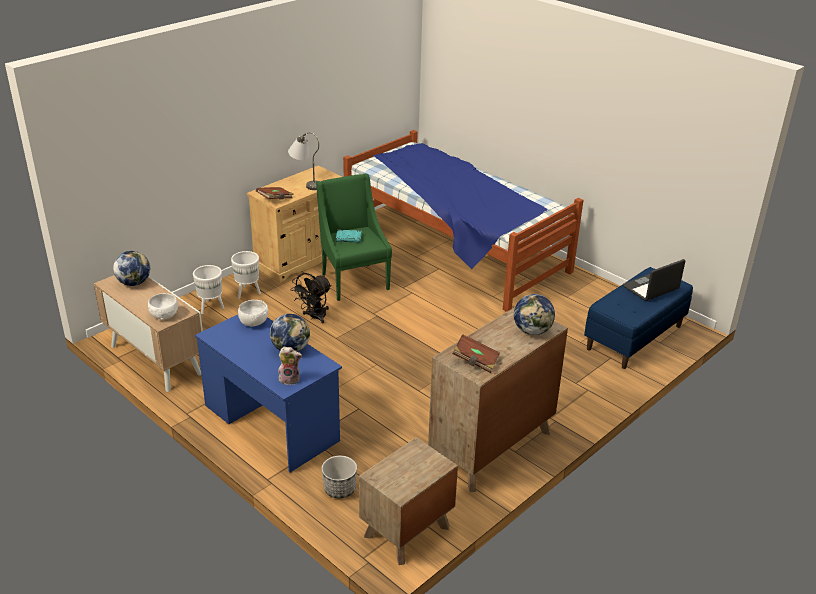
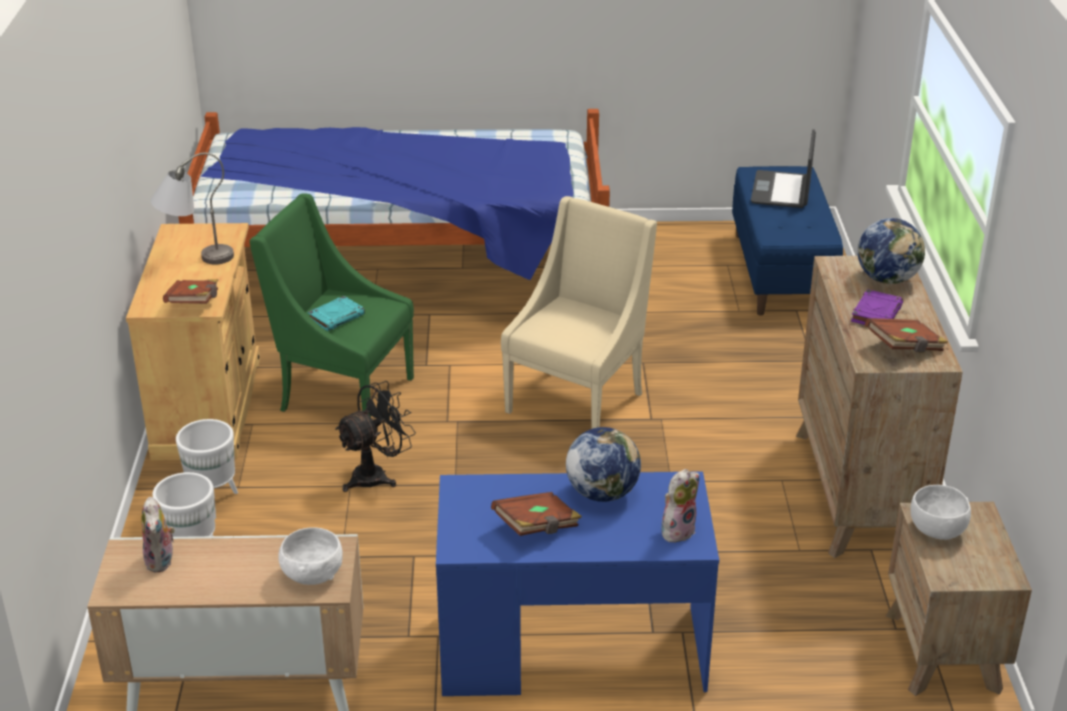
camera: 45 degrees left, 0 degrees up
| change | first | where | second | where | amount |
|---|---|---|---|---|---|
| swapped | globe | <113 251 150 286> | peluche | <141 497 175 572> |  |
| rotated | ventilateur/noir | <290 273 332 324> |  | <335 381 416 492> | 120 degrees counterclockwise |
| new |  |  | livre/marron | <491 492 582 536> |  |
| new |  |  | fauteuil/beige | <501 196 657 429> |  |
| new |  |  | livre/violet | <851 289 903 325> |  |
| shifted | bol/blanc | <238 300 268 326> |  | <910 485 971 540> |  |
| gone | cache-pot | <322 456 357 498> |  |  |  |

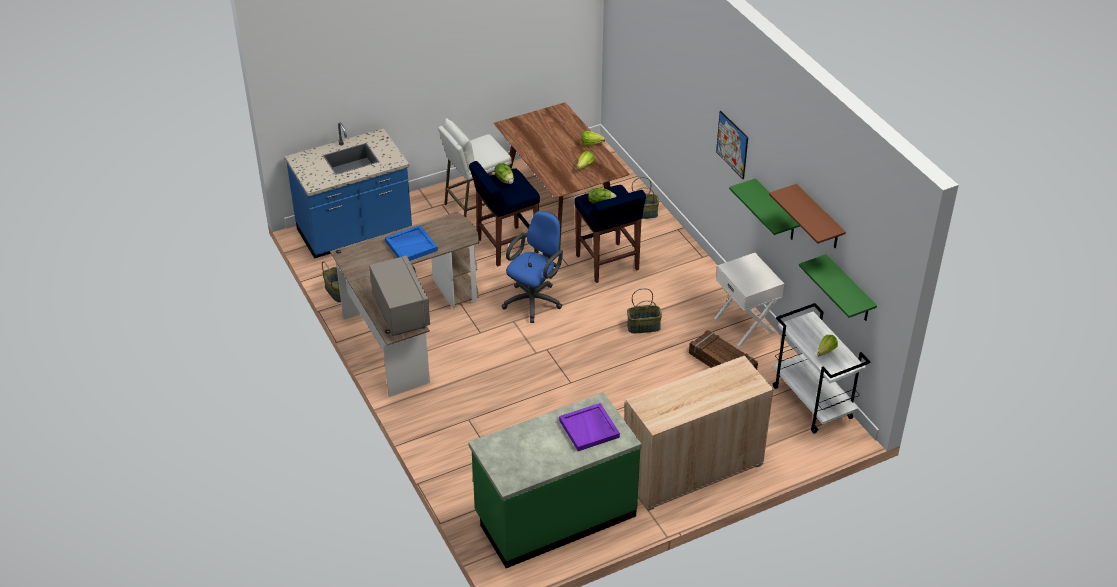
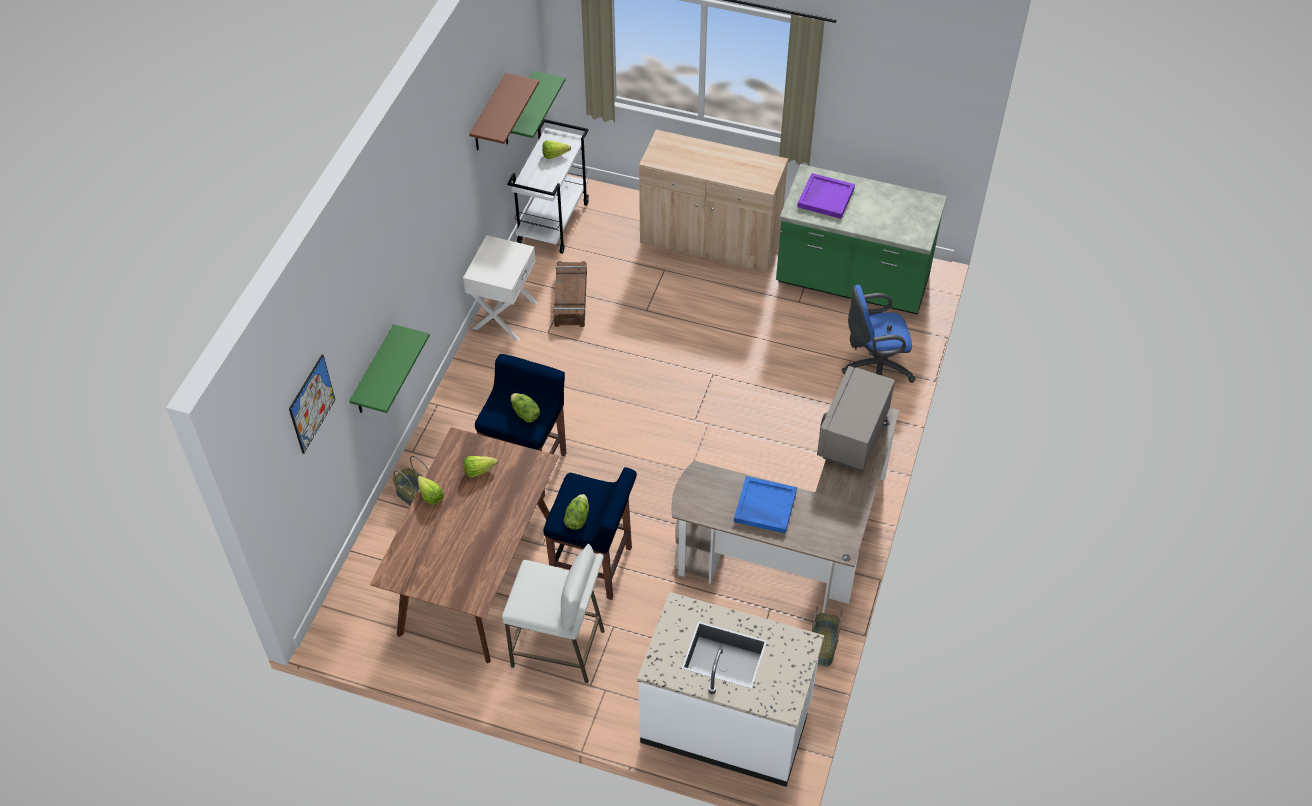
camera: 135 degrees left, 10 degrees up
| change | first | where | second | where | amount |
|---|---|---|---|---|---|
| shifted | tableau | <716 111 748 179> |  | <289 354 335 454> |  |
| shifted | étagère/vert | <729 178 800 240> |  | <349 324 430 413> |  |
| repainted | comptoir de cuisine/bleu | <285 123 412 259> | comptoir de cuisine/blanc | <637 592 824 787> |  |
| shifted | chaise de bureau/bleu | <501 211 563 323> |  | <842 285 916 383> |  |
| gone | panier | <627 288 662 333> |  |  |  |

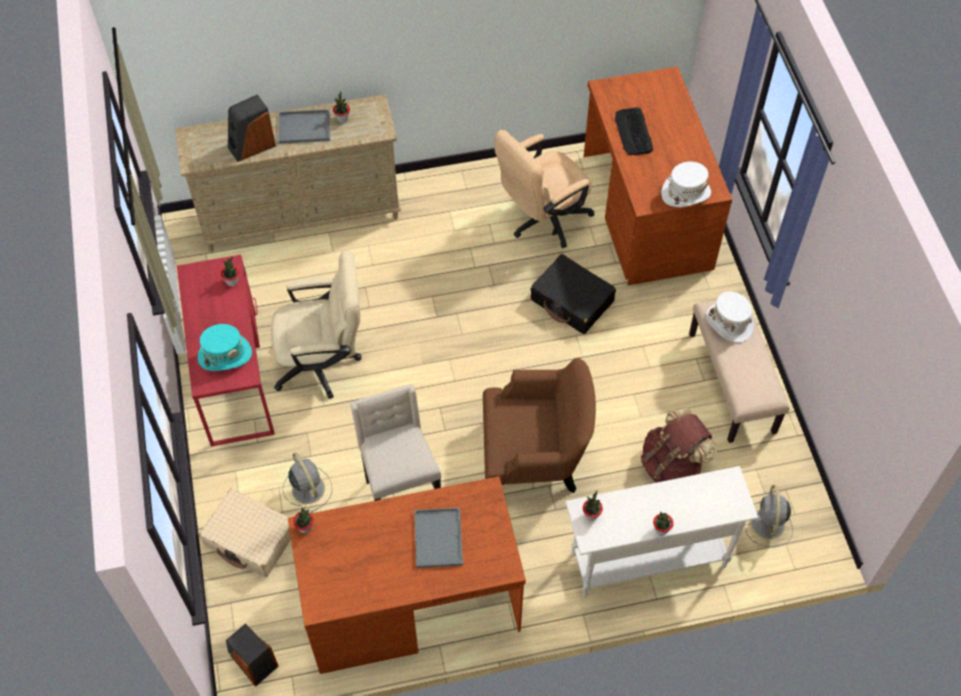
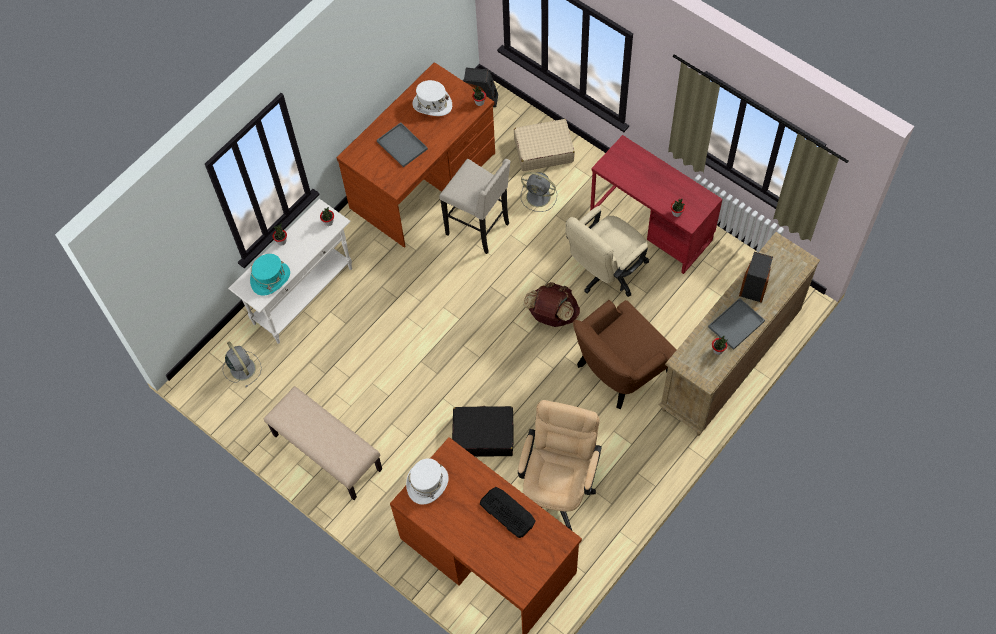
camera: 145 degrees right, 5 degrees up
| change | first | where | second | where | amount |
|---|---|---|---|---|---|
| shifted | chapeau/turquoise | <198 324 252 371> |  | <250 254 290 296> |  |
| shifted | chapeau/blanc | <706 292 754 343> |  | <412 80 452 116> |  |
| shifted | sac à dos/marron | <641 408 718 483> |  | <523 282 580 327> |  |
| shifted | fauteuil/marron | <483 358 596 493> |  | <573 300 676 409> |  |

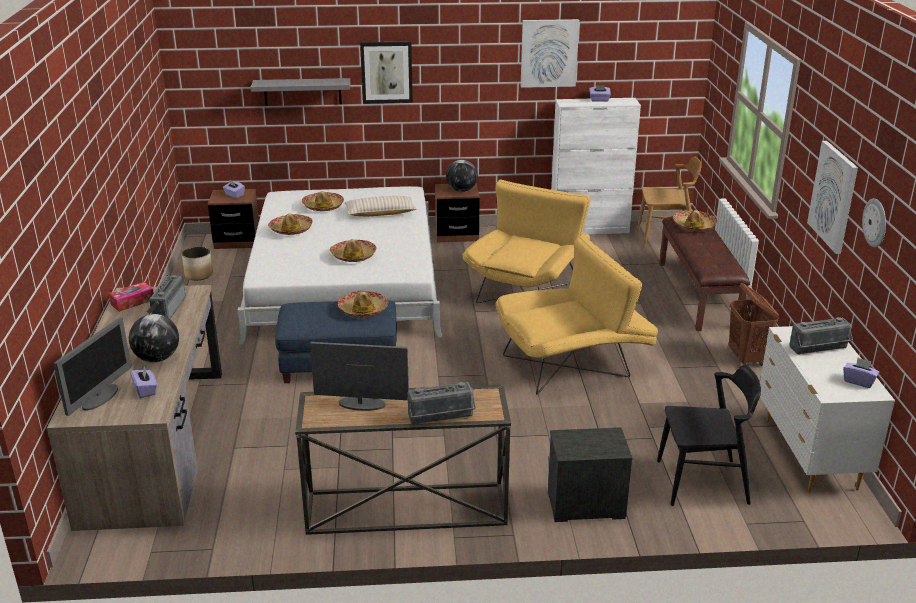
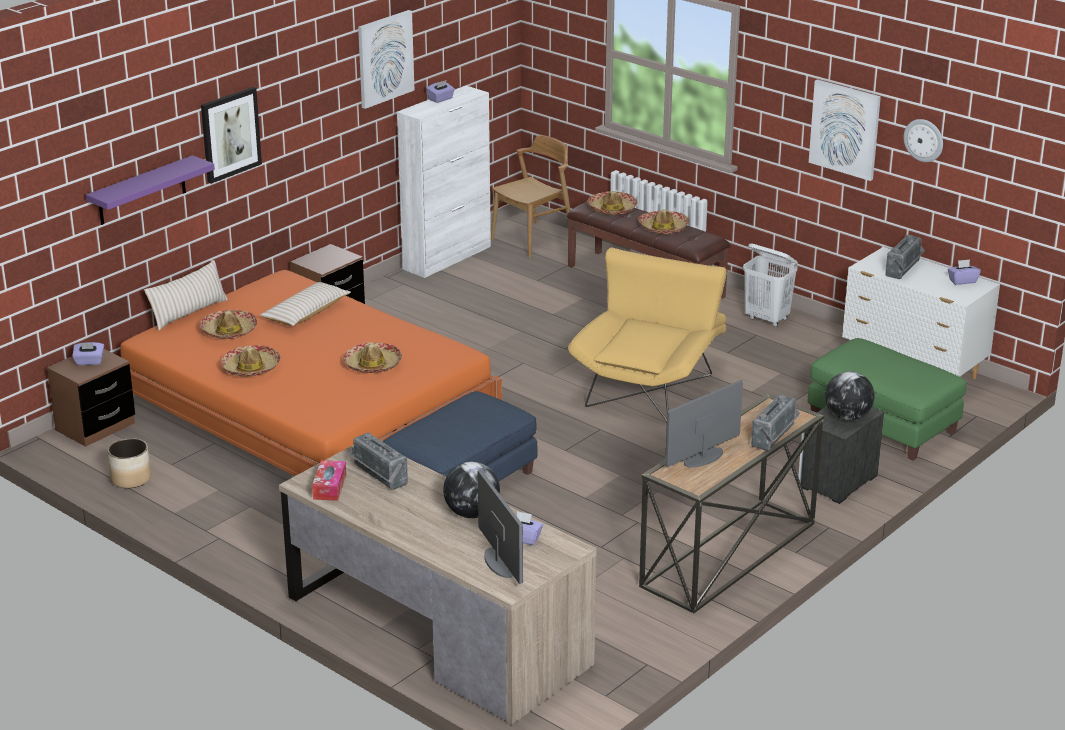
camera: 45 degrees left, 0 degrees up
| change | first | where | second | where | amount |
|---|---|---|---|---|---|
| repainted | étagère/gris | <251 78 350 106> | étagère/violet | <86 155 215 225> |  |
| repainted | lit/blanc | <237 186 442 345> | lit/orange | <120 270 502 476> |  |
| new |  |  | coussin/beige | <144 260 228 331> |  |
| shifted | chapeau | <338 291 389 317> |  | <638 209 690 234> |  |
| repainted | panier à linge/marron | <729 283 779 366> | panier à linge/blanc | <743 243 798 327> |  |
| swapped | chaise/noir | <657 365 761 506> | pouf/vert | <808 338 966 460> |  |
| shifted | globe | <446 160 478 192> |  | <825 371 875 420> |  |
| gone | fauteuil/jaune | <462 180 590 303> |  |  |  |

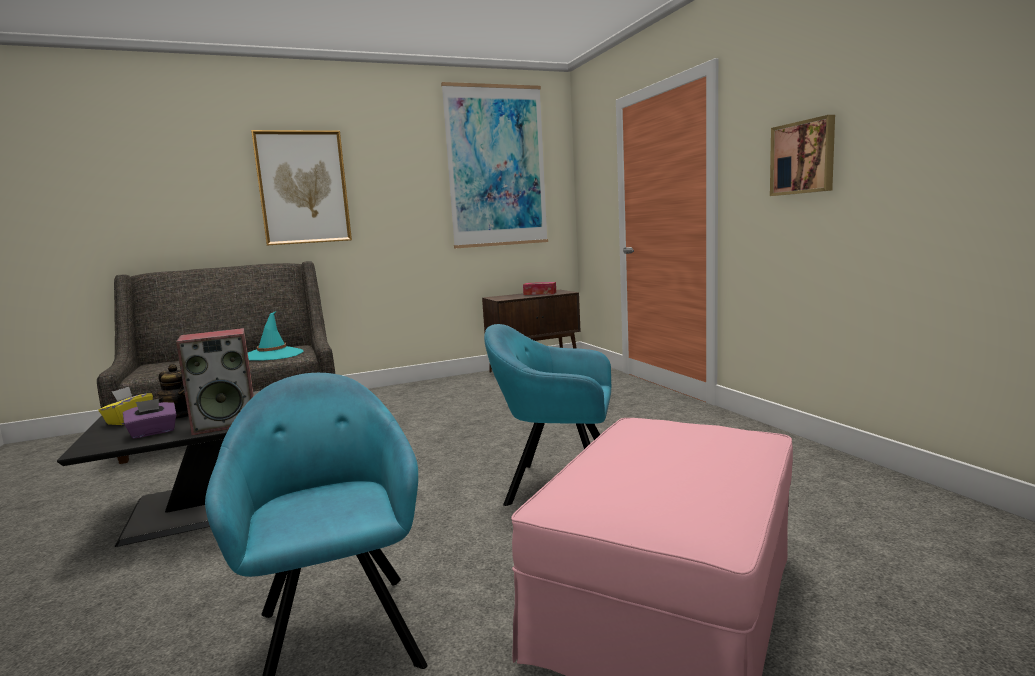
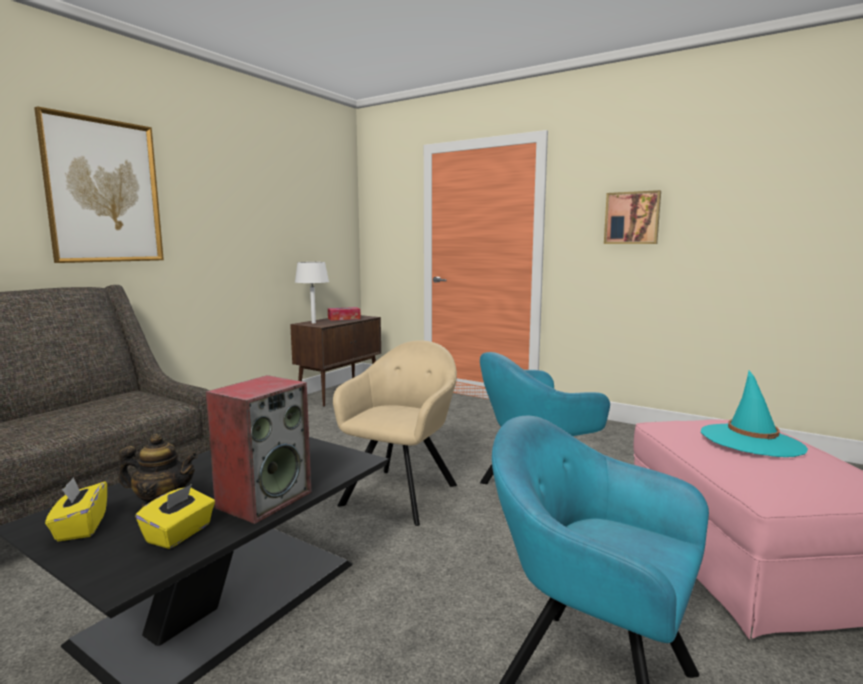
camera: 35 degrees left, 0 degrees up
| change | first | where | second | where | amount |
|---|---|---|---|---|---|
| repainted | boîte à mouchoirs/violet | <123 399 177 439> | boîte à mouchoirs/jaune | <135 484 215 549> |  |
| new |  |  | lampe de table/blanc | <295 262 329 323> |  |
| new |  |  | fauteuil/beige | <333 340 457 526> |  |
| shifted | chapeau/turquoise | <248 311 303 361> |  | <701 371 808 457> |  |
| gone | tableau | <441 82 548 248> |  |  |  |

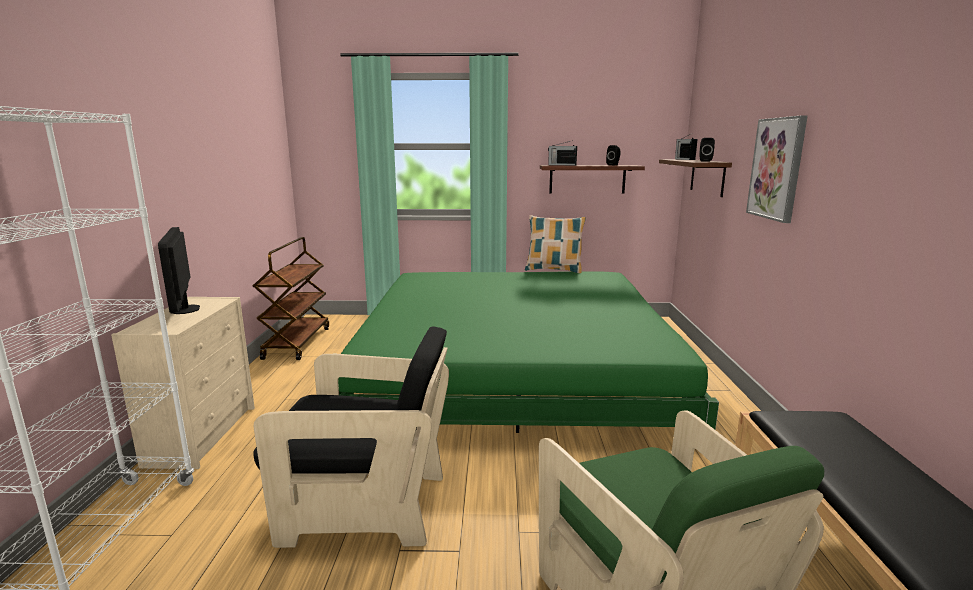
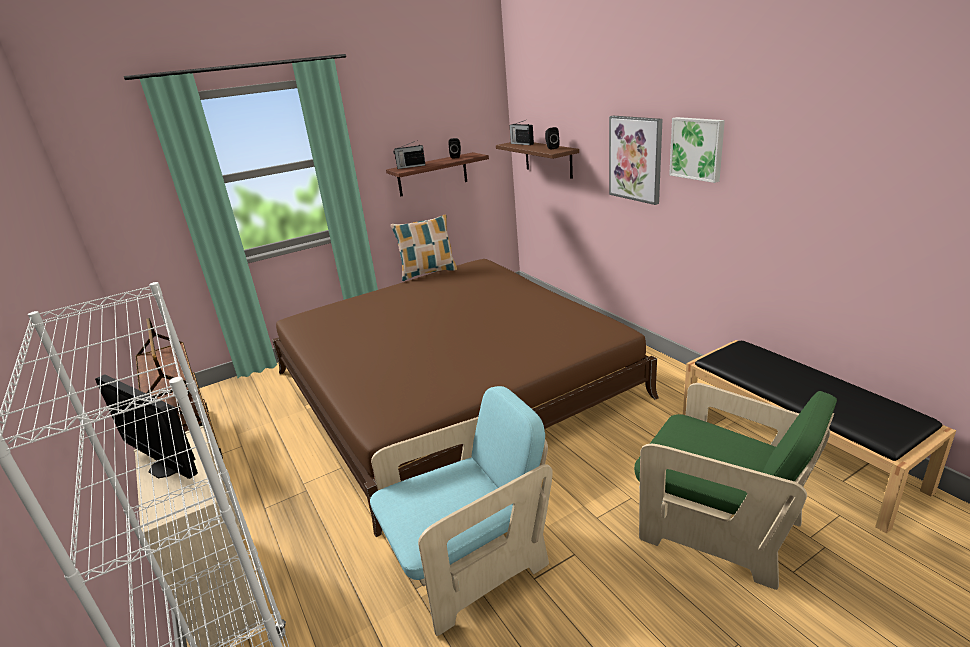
camera: 30 degrees left, 10 degrees up
| change | first | where | second | where | amount |
|---|---|---|---|---|---|
| repainted | lit/vert | <338 271 719 433> | lit/marron | <272 259 659 537> |  |
| repainted | fauteuil/noir | <253 326 449 548> | fauteuil/turquoise | <370 386 553 636> |  |
| new |  |  | tableau | <669 117 725 183> |  |

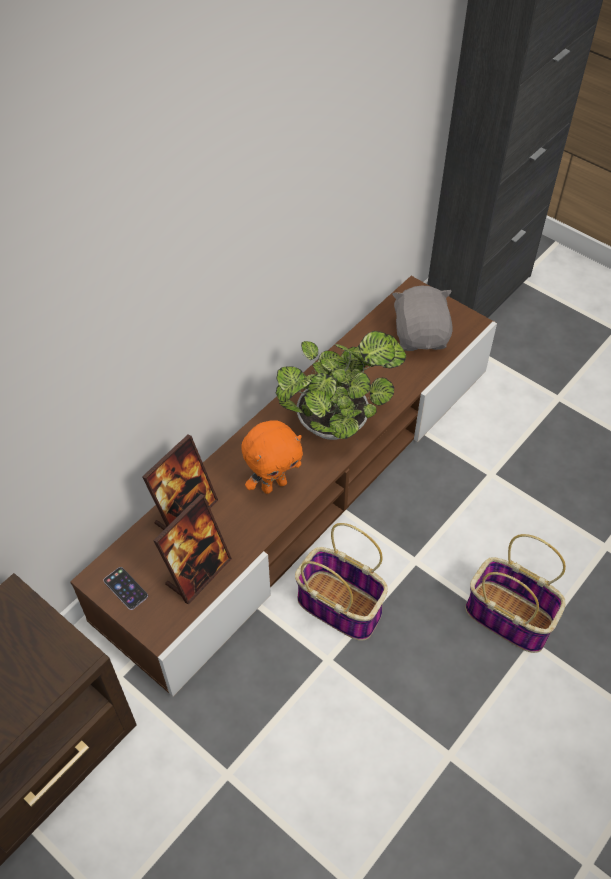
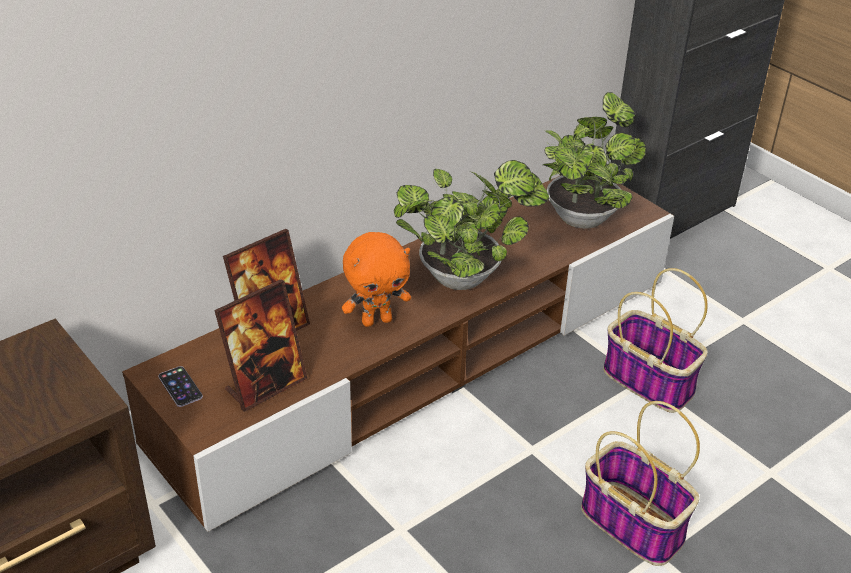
camera: 10 degrees right, 15 degrees down
| change | first | where | second | where | amount |
|---|---|---|---|---|---|
| swapped | peluche/gris | <392 286 453 351> | plante en pot | <543 92 646 229> |  |
| shifted | panier | <295 523 388 641> |  | <603 268 708 413> |  |

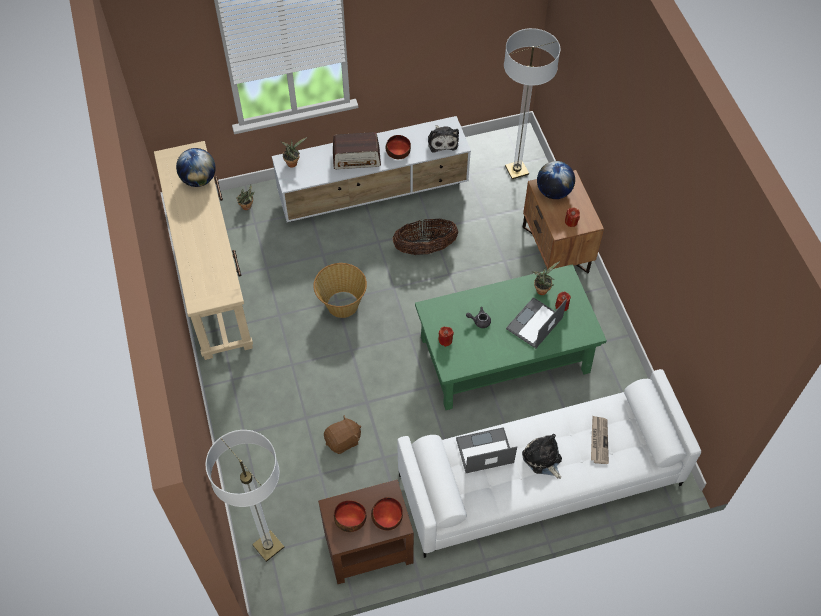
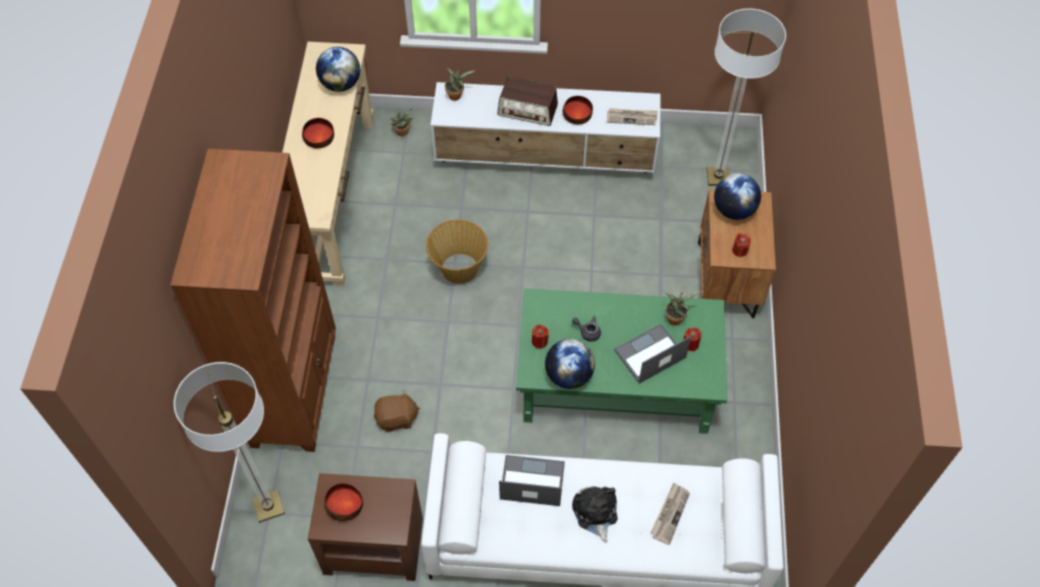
camera: 20 degrees right, 0 degrees up
| change | first | where | second | where | amount |
|---|---|---|---|---|---|
| new |  |  | bibliothèque/marron | <170 149 336 452> |  |
| shifted | bol | <371 497 403 531> |  | <302 118 334 149> |  |
| new |  |  | globe | <545 339 595 389> |  |
| swapped | peluche | <428 125 459 153> | journal | <607 108 658 125> |  |
| gone | panier | <392 218 458 255> |  |  |  |

